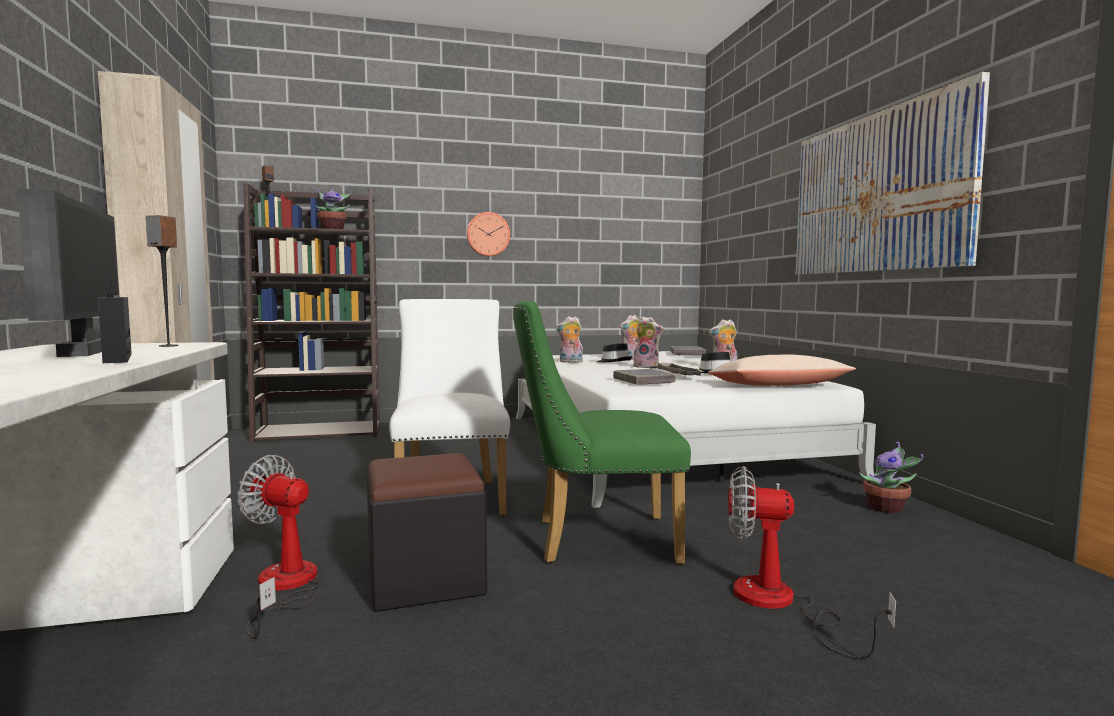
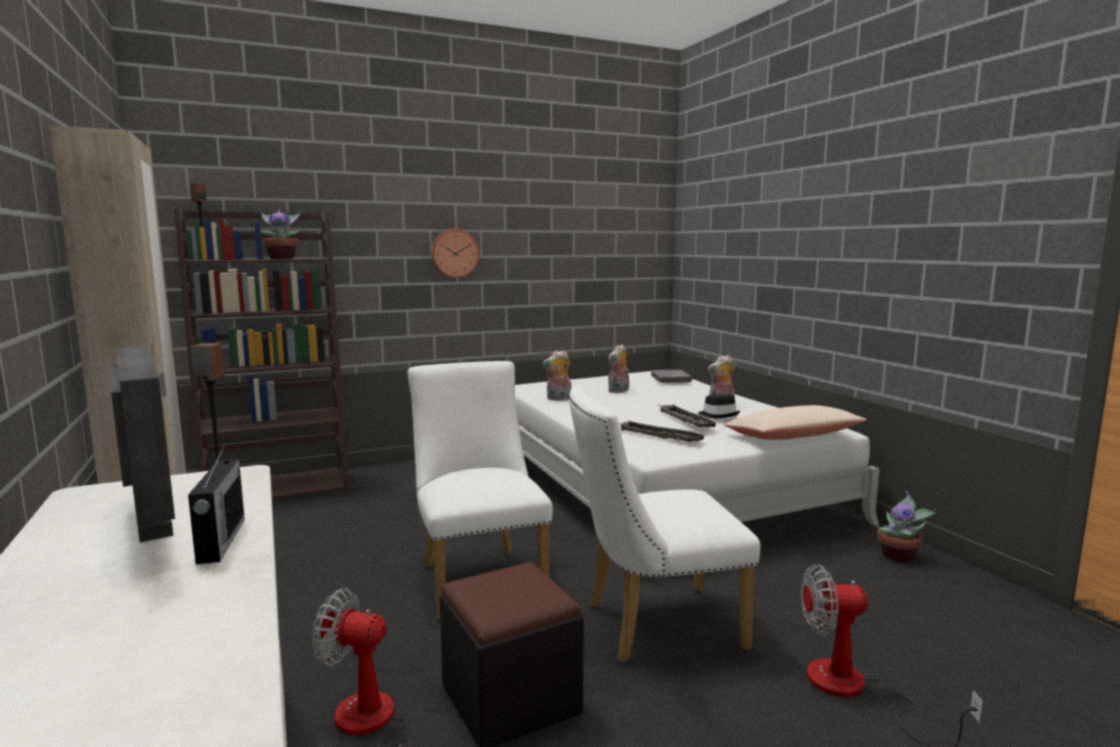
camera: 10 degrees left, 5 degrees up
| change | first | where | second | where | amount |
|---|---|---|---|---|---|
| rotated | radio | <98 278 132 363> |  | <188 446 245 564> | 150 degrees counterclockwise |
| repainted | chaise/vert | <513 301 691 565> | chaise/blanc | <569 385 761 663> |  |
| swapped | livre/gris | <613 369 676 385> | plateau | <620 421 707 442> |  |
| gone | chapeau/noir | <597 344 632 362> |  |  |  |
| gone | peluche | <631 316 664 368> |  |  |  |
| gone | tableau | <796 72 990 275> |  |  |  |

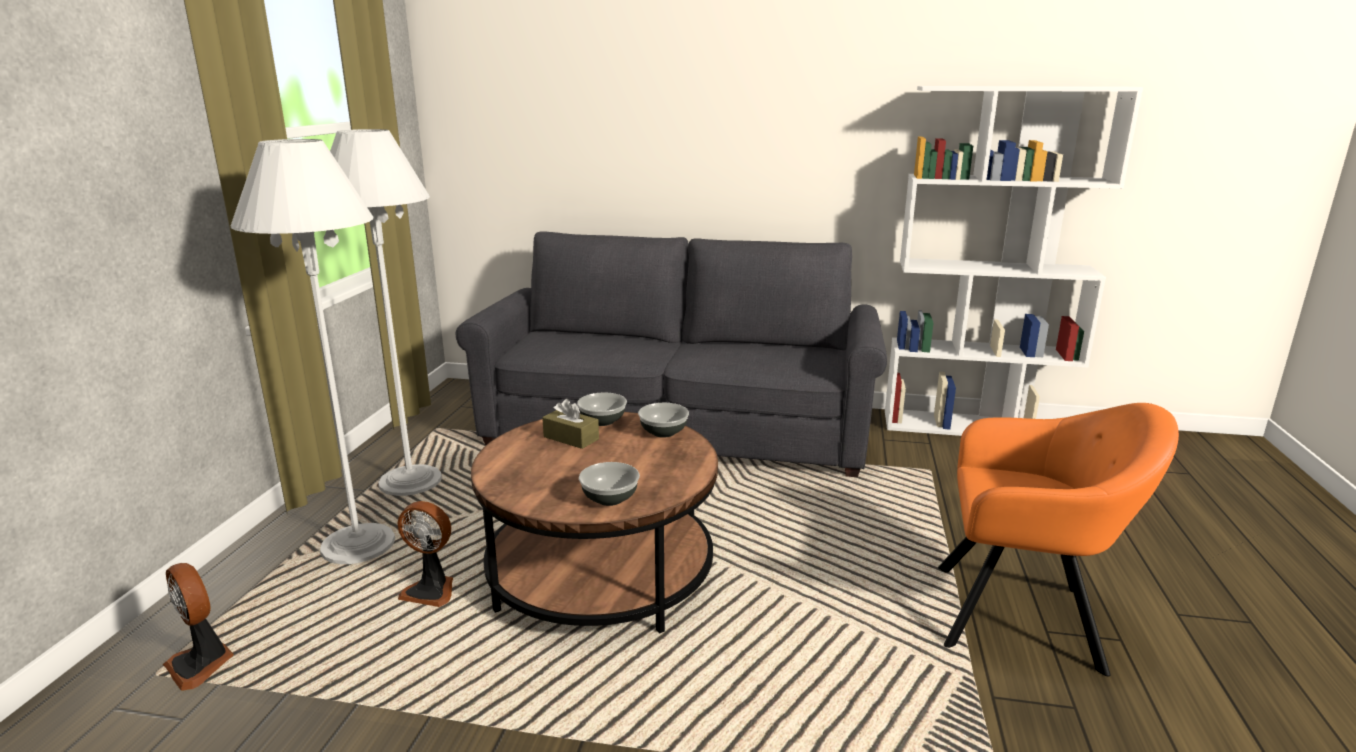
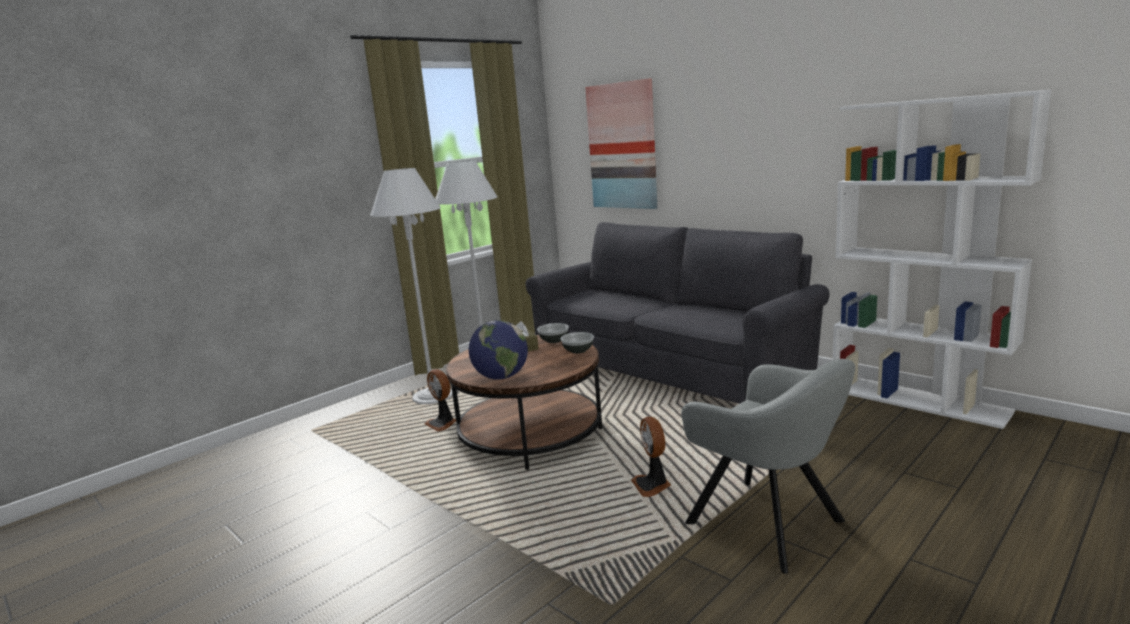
camera: 35 degrees right, 5 degrees down
| change | first | where | second | where | amount |
|---|---|---|---|---|---|
| swapped | bol | <579 462 640 506> | globe | <469 320 528 380> |  |
| new |  |  | tableau | <585 78 657 209> |  |
| shifted | ventilateur | <162 563 234 691> |  | <631 416 671 497> |  |
| repainted | fauteuil/orange | <938 403 1179 676> | fauteuil/gris | <681 359 855 574> |  |

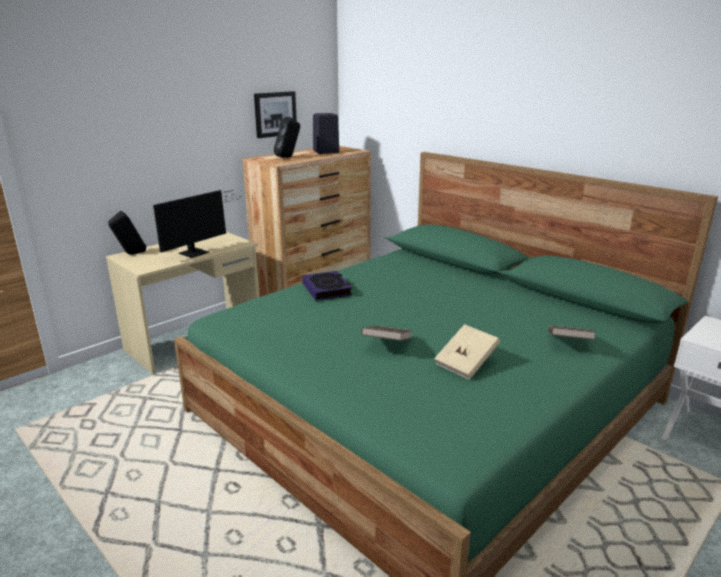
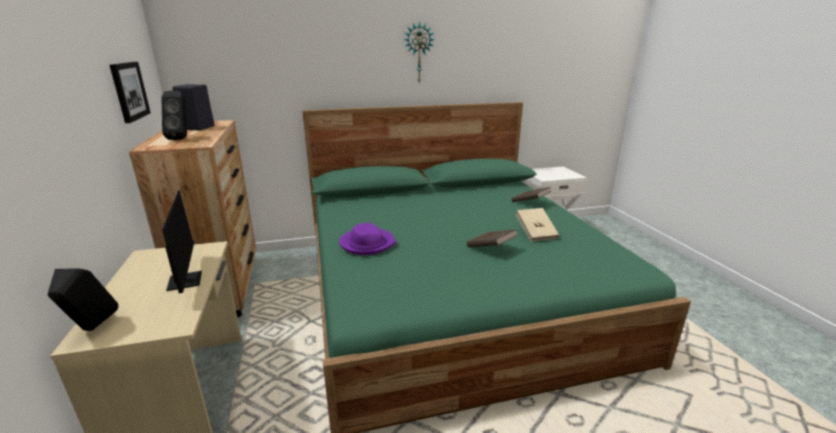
camera: 60 degrees left, 0 degrees up
| change | first | where | second | where | amount |
|---|---|---|---|---|---|
| swapped | livre | <302 271 352 301> | chapeau/violet | <339 223 396 255> |  |
| new |  |  | horloge murale | <404 21 435 83> |  |

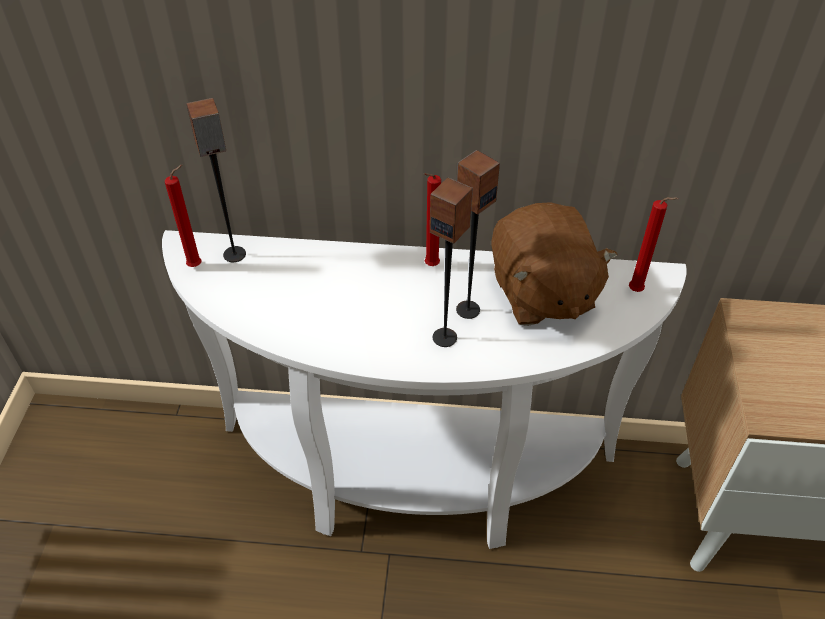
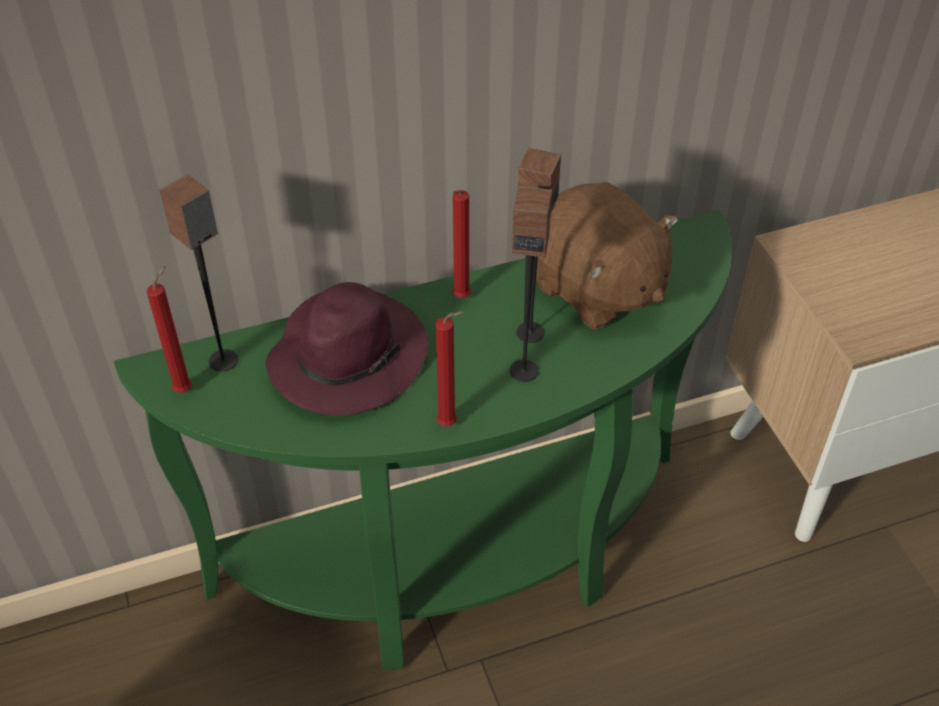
camera: 25 degrees left, 0 degrees up
| change | first | where | second | where | amount |
|---|---|---|---|---|---|
| repainted | table console/blanc | <162 230 687 549> | table console/vert | <114 210 732 670> |  |
| new |  |  | chapeau/violet | <266 282 428 416> |  |
| shifted | bougie/rouge | <629 197 678 292> |  | <436 311 463 426> |  |

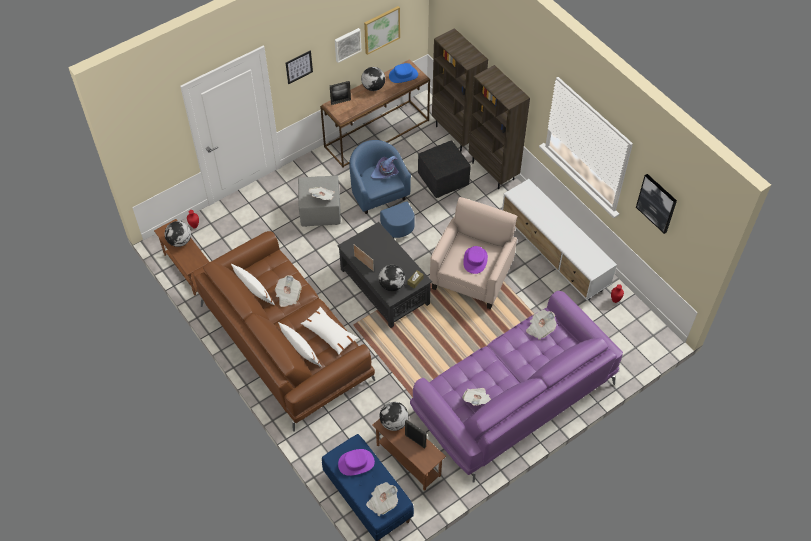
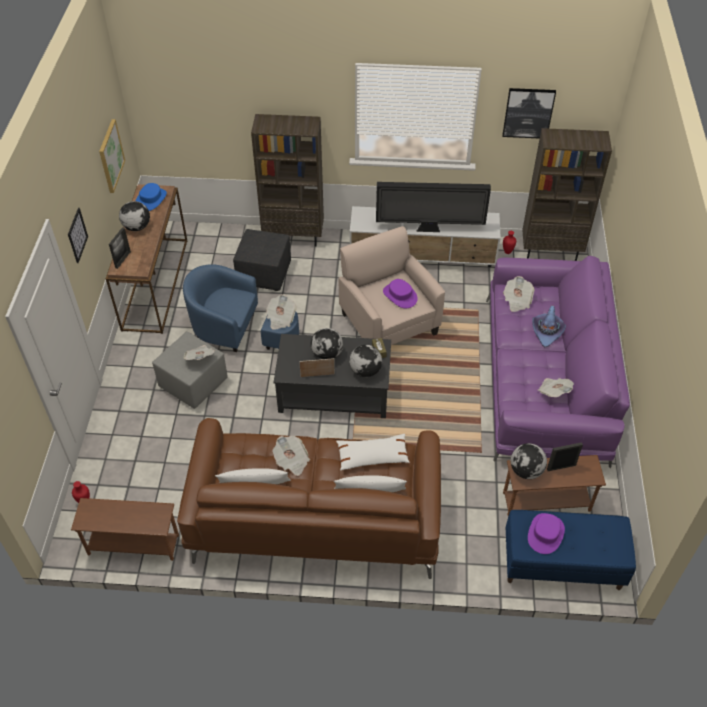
camera: 50 degrees left, 5 degrees down
| change | first | where | second | where | amount |
|---|---|---|---|---|---|
| shifted | journal | <366 482 398 516> |  | <266 294 296 330> |  |
| shifted | globe | <165 221 191 247> |  | <311 328 343 359> |  |
| new |  |  | téléviseur | <376 182 491 232> |  |
| shifted | bibliothèque/marron | <432 28 488 151> |  | <522 128 612 261> |  |
| shifted | chapeau/violet | <371 156 399 179> |  | <532 306 566 347> |  |
| gone | tableau | <335 28 361 63> |  |  |  |

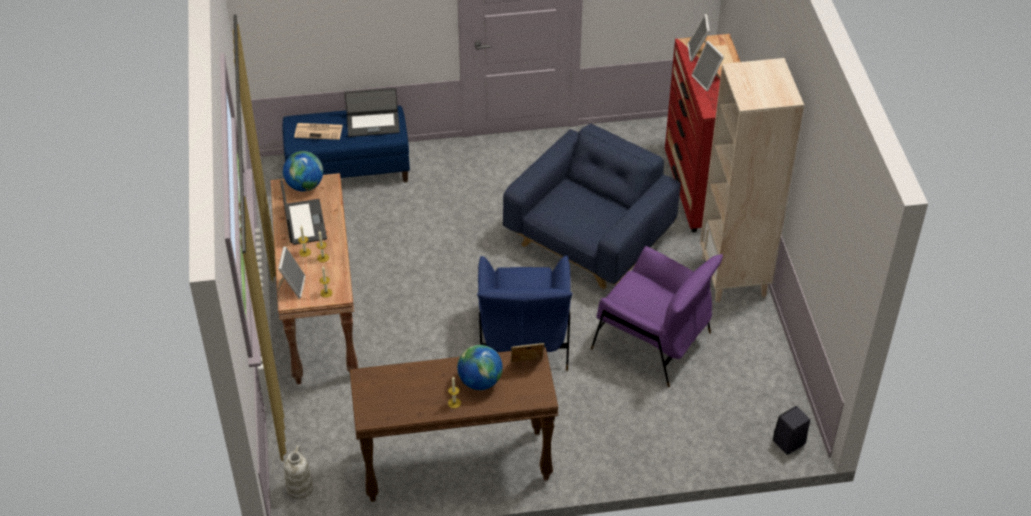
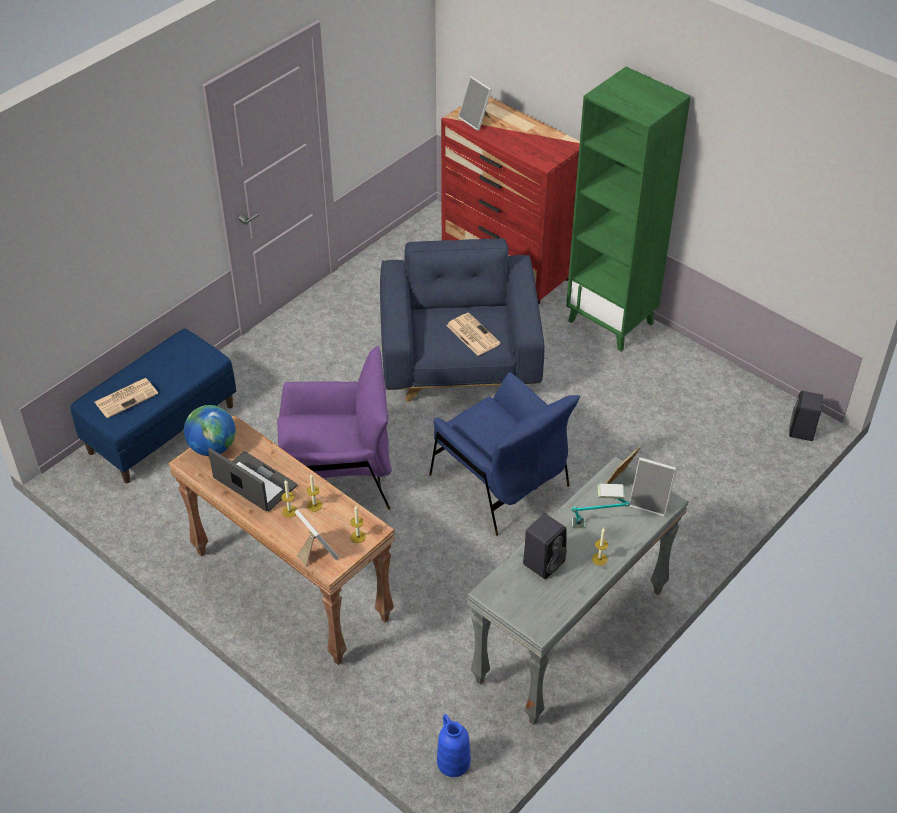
camera: 40 degrees left, 0 degrees up
| change | first | where | second | where | amount |
|---|---|---|---|---|---|
| shifted | fauteuil/violet | <591 246 723 388> |  | <277 346 392 510> |  |
| repainted | vase/blanc | <284 445 313 499> | vase/bleu | <437 714 470 777> |  |
| new |  |  | journal | <446 313 501 356> |  |
| repainted | table console/marron | <350 347 559 502> | table console/gris | <467 456 689 725> |  |
| new |  |  | enceinte/noir | <523 513 567 579> |  |
| repainted | bibliothèque/beige | <700 58 804 302> | bibliothèque/vert | <566 67 691 351> |  |
| swapped | globe | <457 345 503 390> | lampe de table | <572 484 630 528> |  |
| shifted | cadre photo | <691 41 724 91> |  | <629 457 677 517> |  |
| gone | ordinateur portable | <344 88 400 137> |  |  |  |

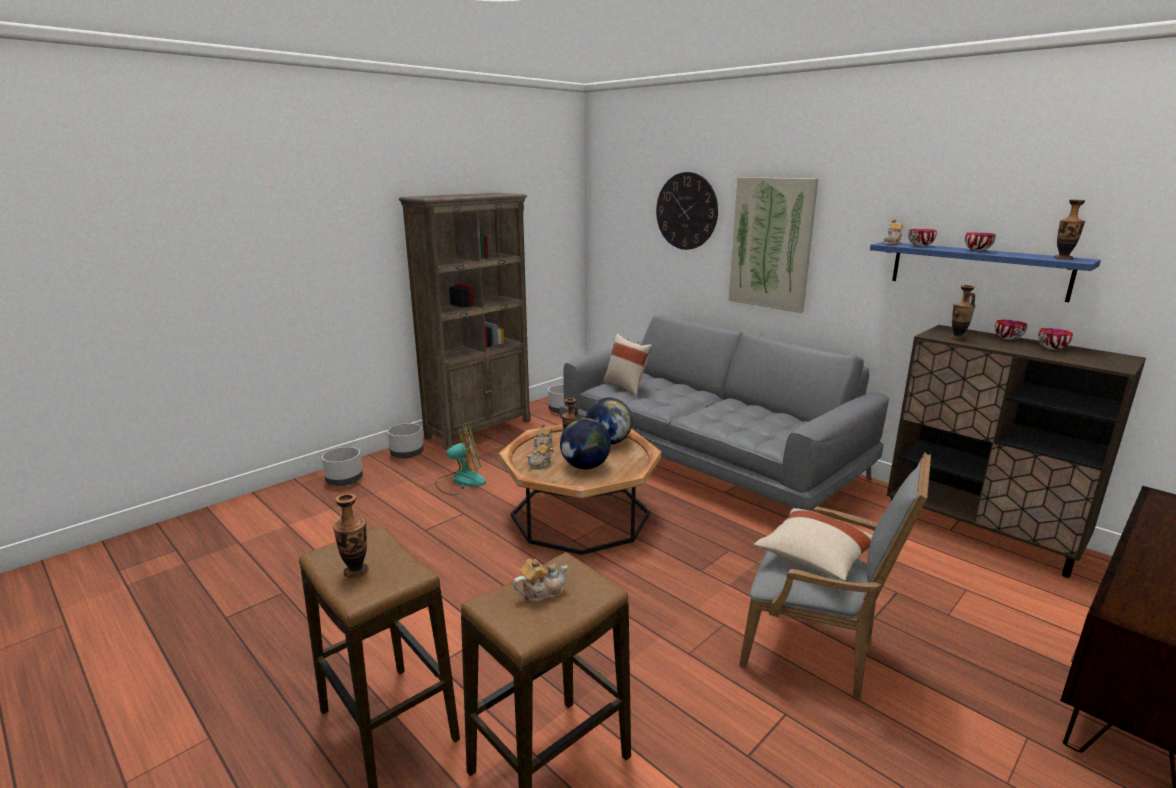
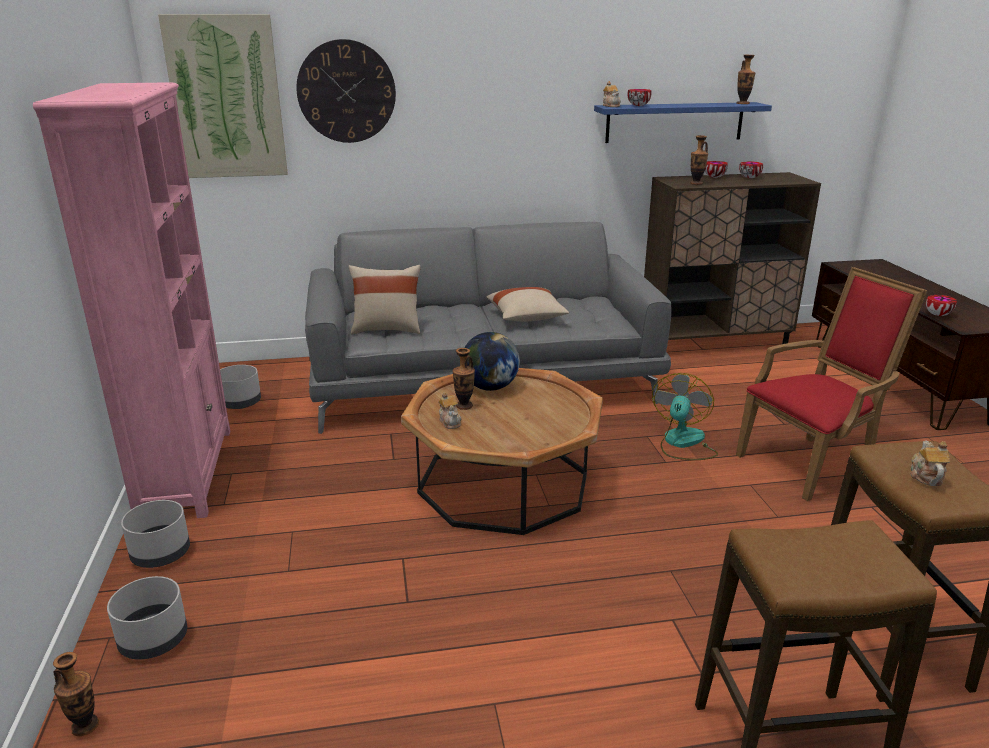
camera: 55 degrees left, 5 degrees up
| change | first | where | second | where | amount |
|---|---|---|---|---|---|
| repainted | bibliothèque/marron | <399 193 531 450> | bibliothèque/rose | <33 82 230 518> |  |
| shifted | vase | <333 493 369 578> |  | <53 652 99 736> |  |
| shifted | tableau | <728 177 818 313> |  | <158 14 288 178> |  |
| shifted | coussin/beige | <754 509 873 581> |  | <486 287 569 322> |  |
| shifted | ventilateur | <435 424 486 495> |  | <652 373 718 460> |  |
| repainted | fauteuil/gris | <739 452 931 699> | fauteuil/rouge | <736 267 927 501> |  |
| shifted | bol | <965 232 996 251> |  | <926 295 957 316> |  |
| gone | théière | <527 440 554 469> |  |  |  |
| gone | globe | <560 418 611 469> |  |  |  |

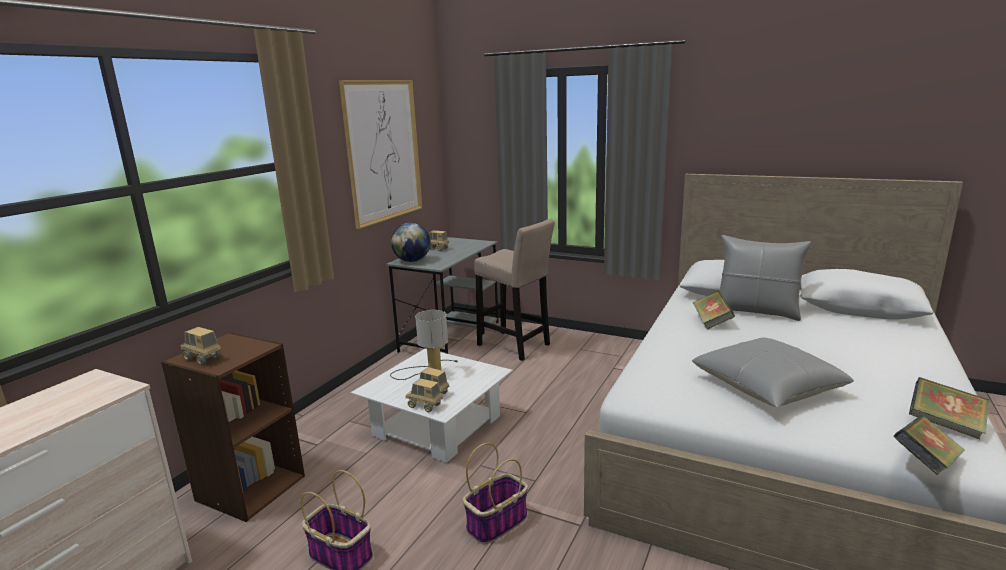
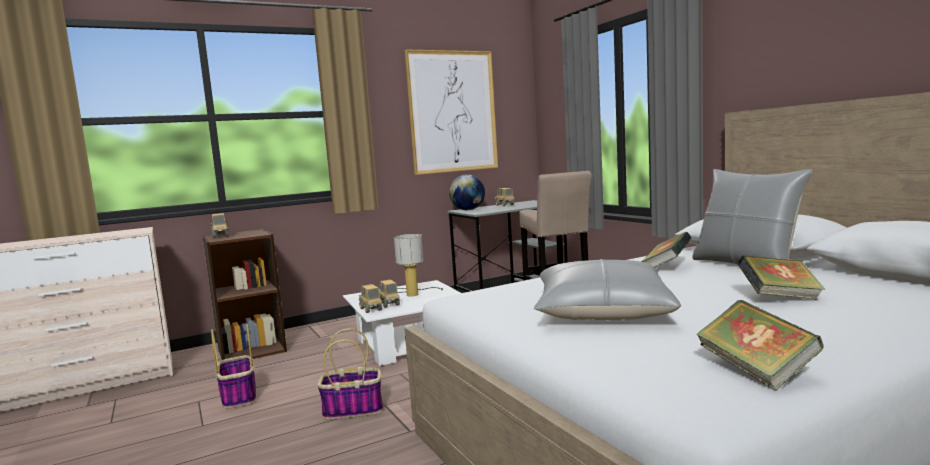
camera: 35 degrees right, 10 degrees down
| change | first | where | second | where | amount |
|---|---|---|---|---|---|
| shifted | livre | <894 415 965 475> |  | <738 256 825 300> |  |

